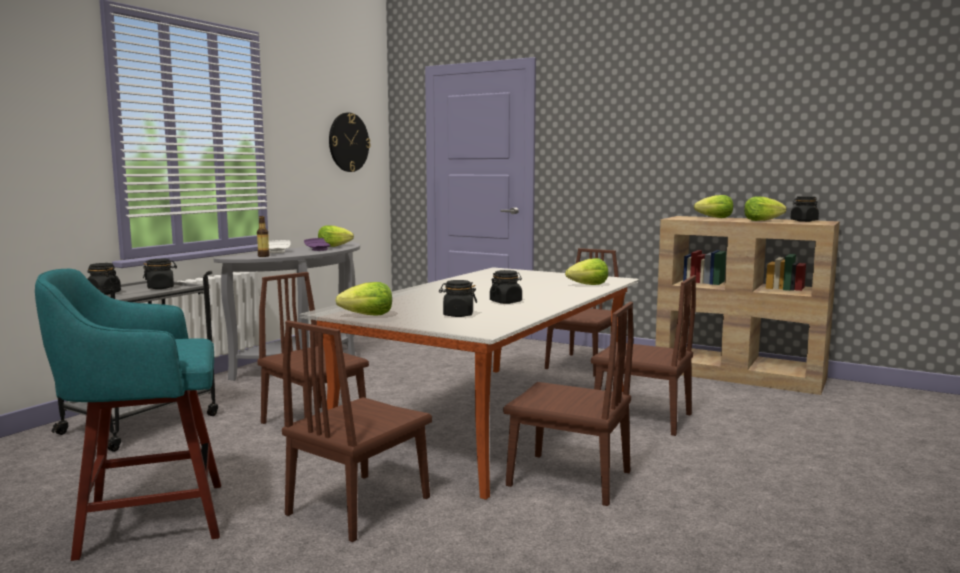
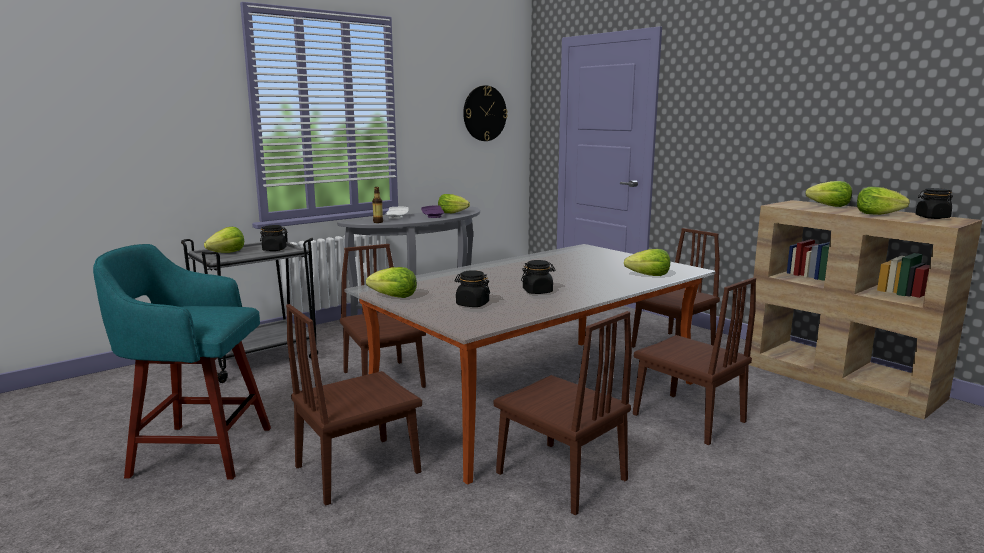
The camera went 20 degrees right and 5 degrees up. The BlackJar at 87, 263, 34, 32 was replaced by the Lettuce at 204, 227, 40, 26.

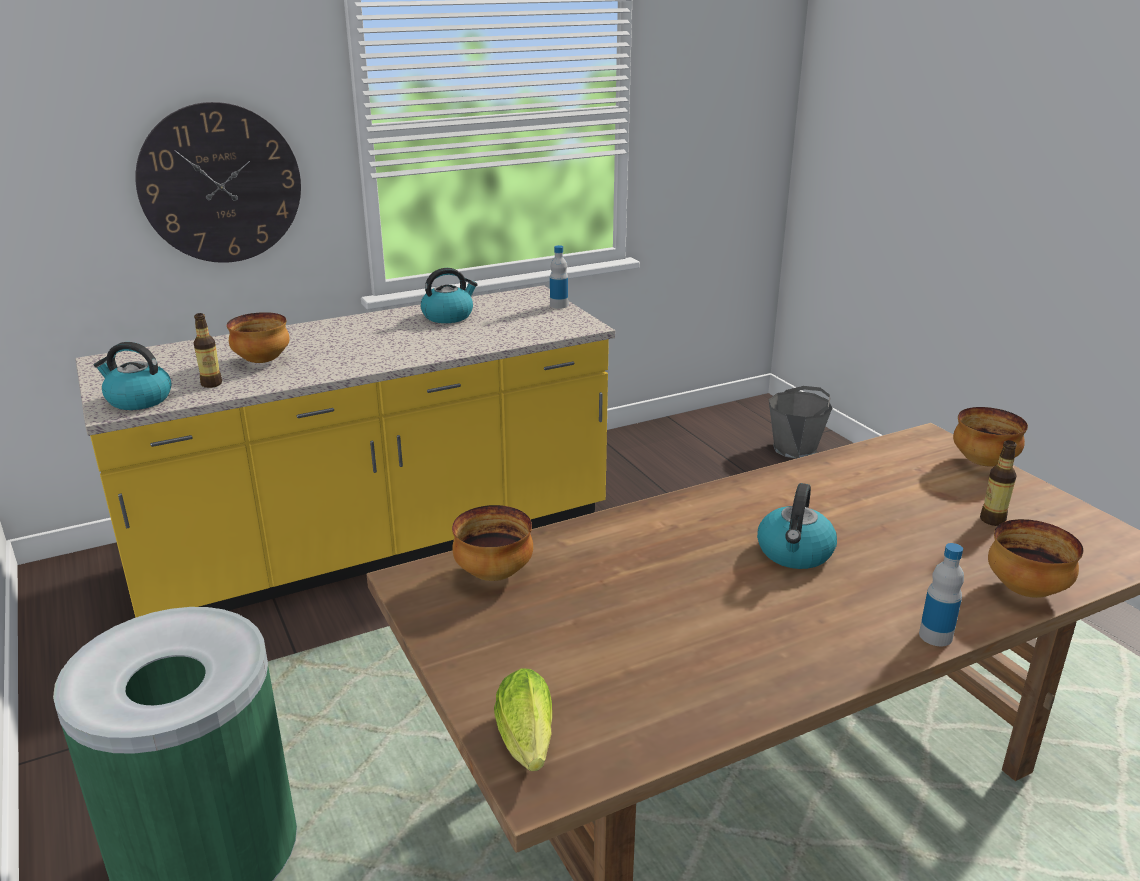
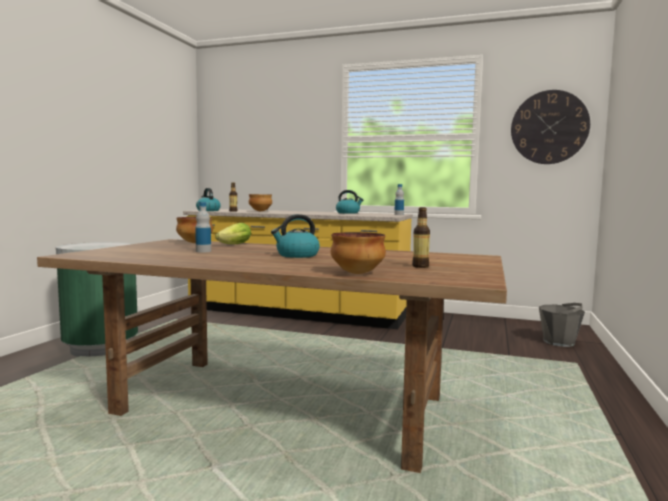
The camera went 45 degrees right and 20 degrees down. The WallClock moved from 135, 102, 166, 161 to 511, 90, 79, 74. The Bowl at 953, 407, 75, 60 disappeared. The Bottle moved from 919, 543, 45, 103 to 195, 202, 16, 51. The Lettuce moved from 494, 668, 58, 103 to 215, 223, 36, 21.

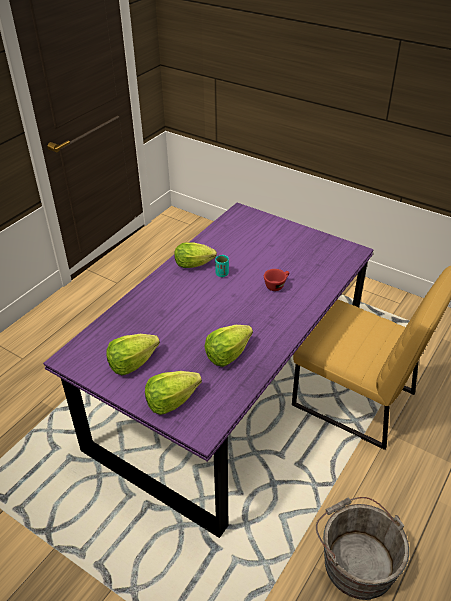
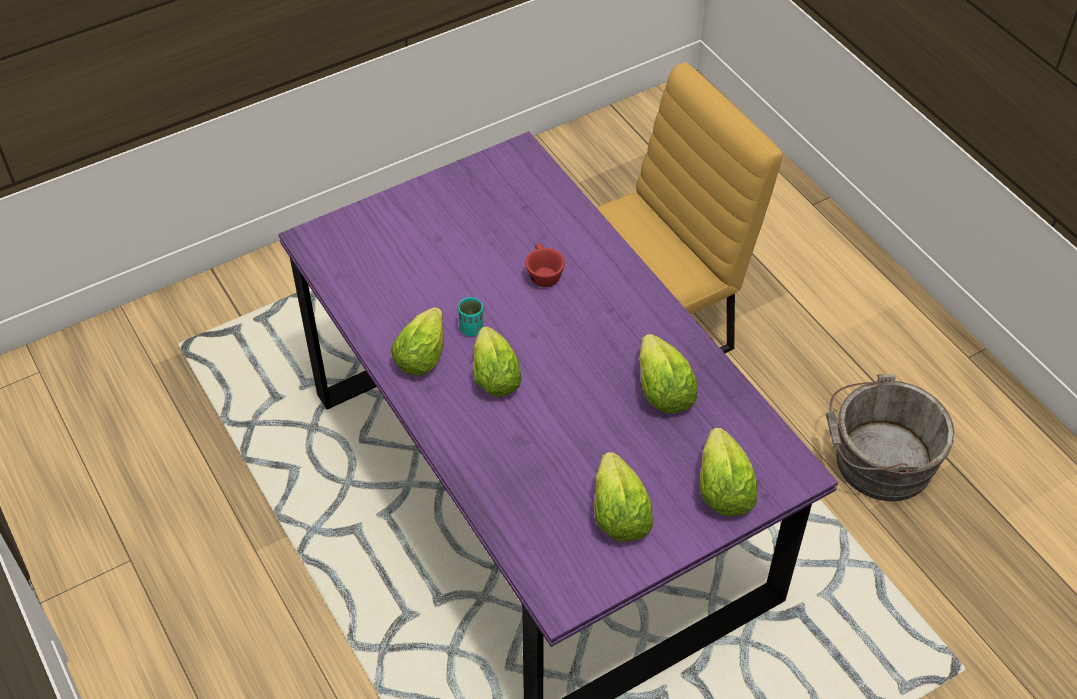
The camera went 65 degrees left and 10 degrees up. The Lettuce at 473, 327, 49, 70 appeared.

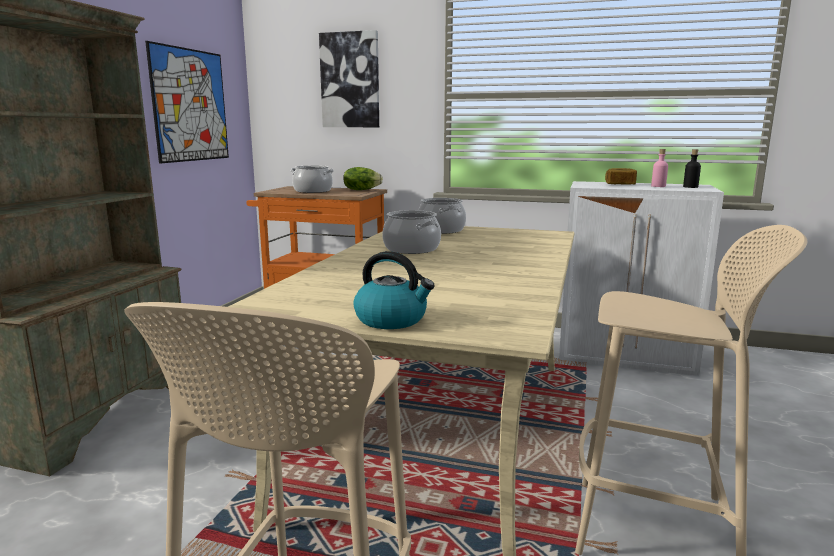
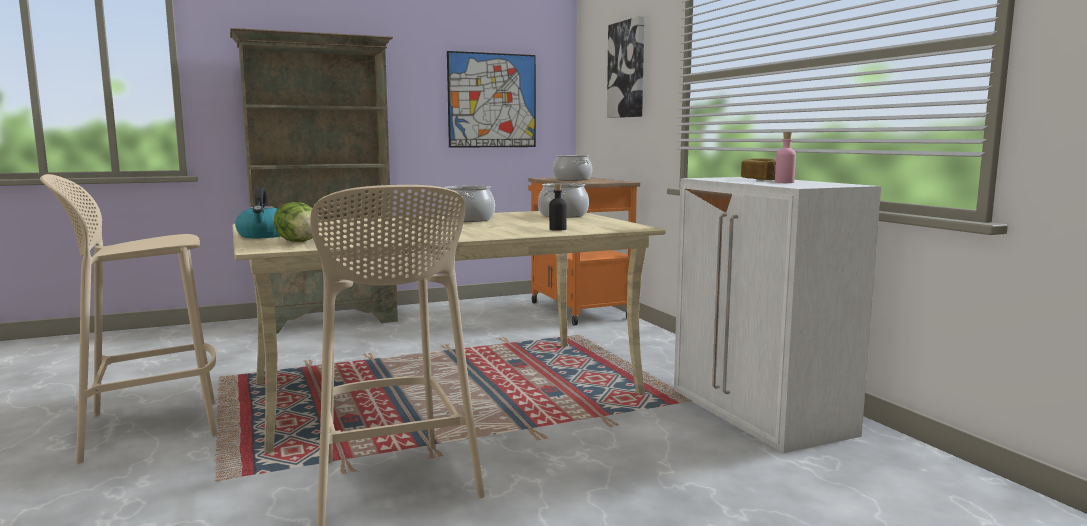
The camera went 50 degrees right and 5 degrees down. The BlackBottle moved from 683, 149, 18, 39 to 549, 184, 18, 47. The Lettuce moved from 343, 167, 40, 23 to 274, 202, 46, 40.

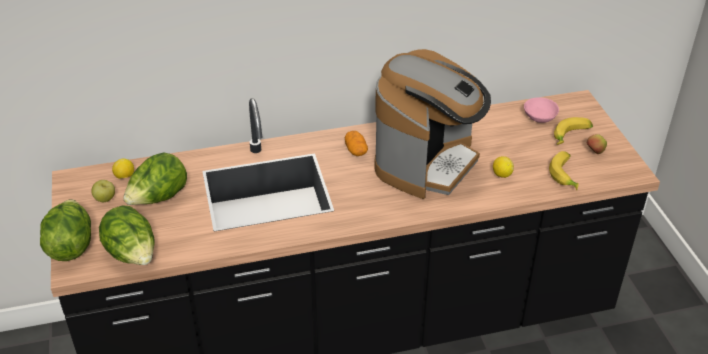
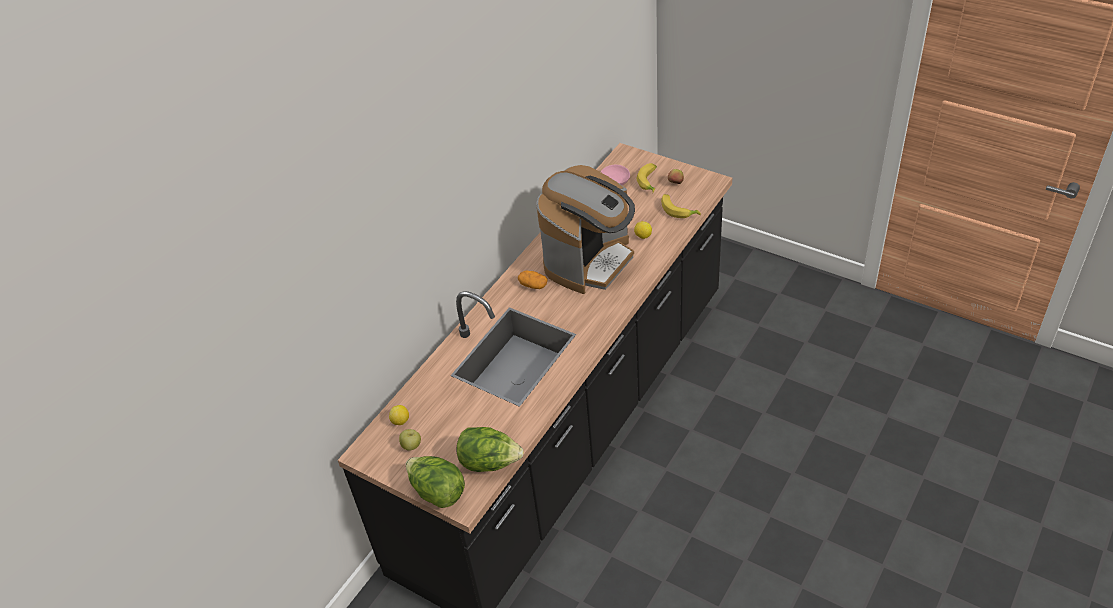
The camera went 40 degrees left and 5 degrees up. The CoffeeMachine at 375, 49, 116, 150 turned 45 degrees clockwise. The Lettuce at 123, 152, 64, 53 disappeared.

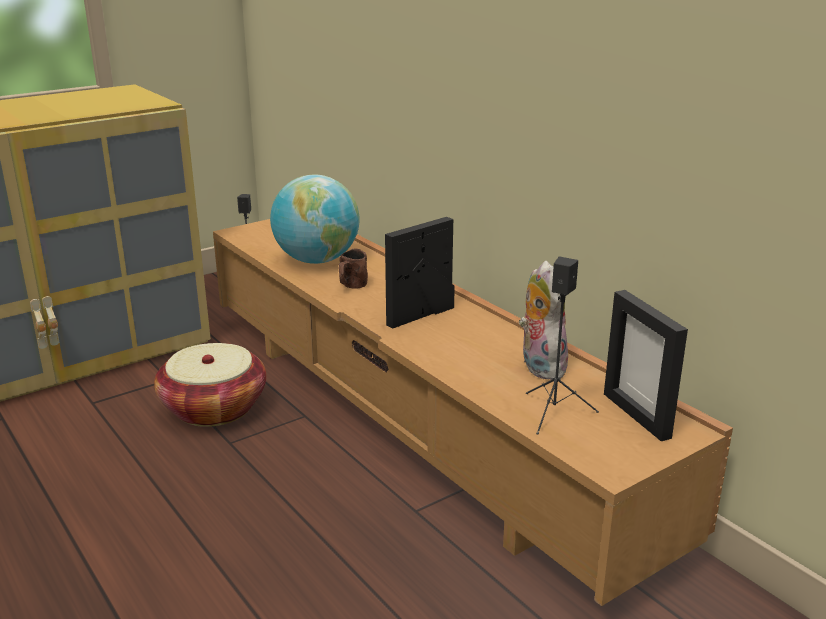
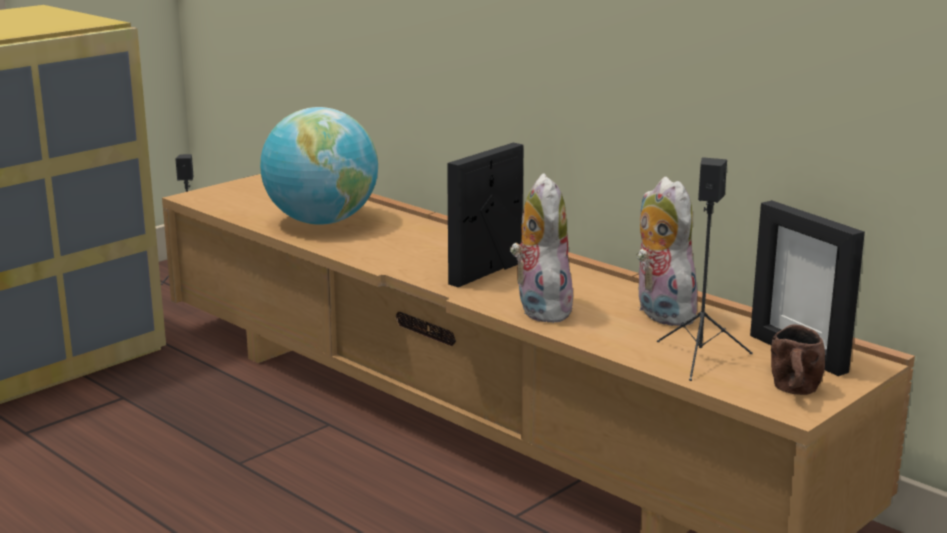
The camera went 10 degrees left and 5 degrees down. The BrownMug moved from 339, 248, 29, 41 to 771, 324, 54, 71. The Basket at 154, 343, 112, 84 disappeared. The PlushToy at 510, 173, 63, 150 appeared.

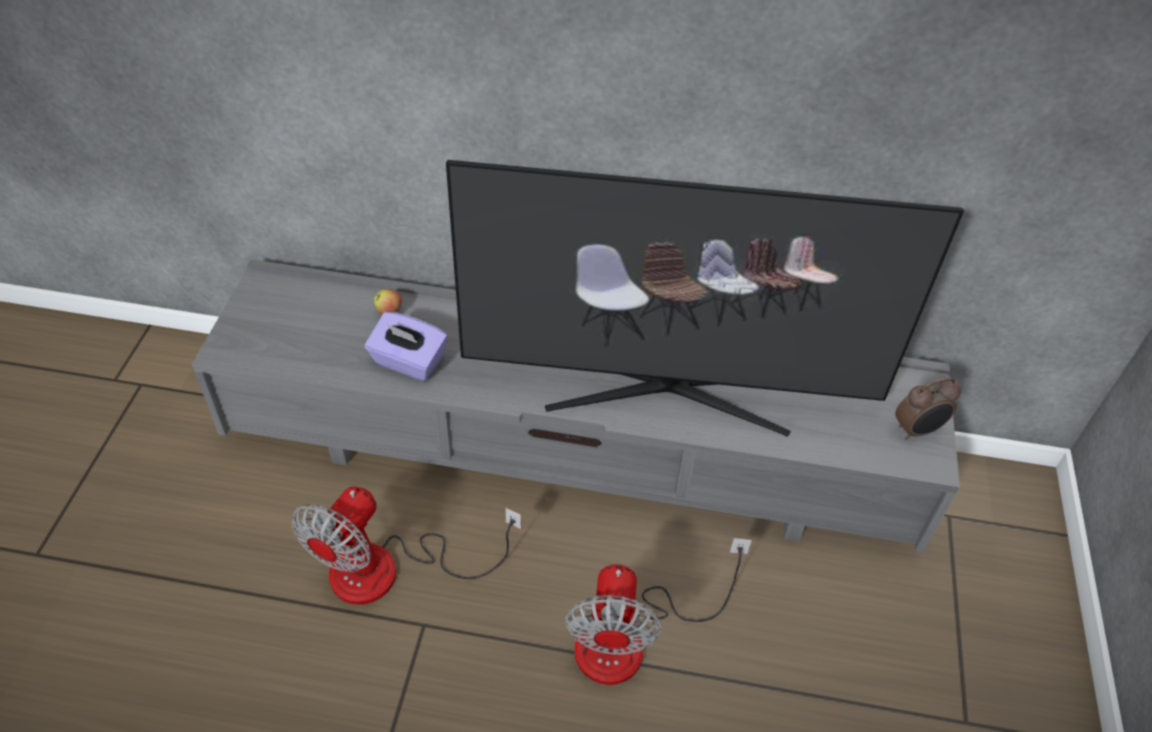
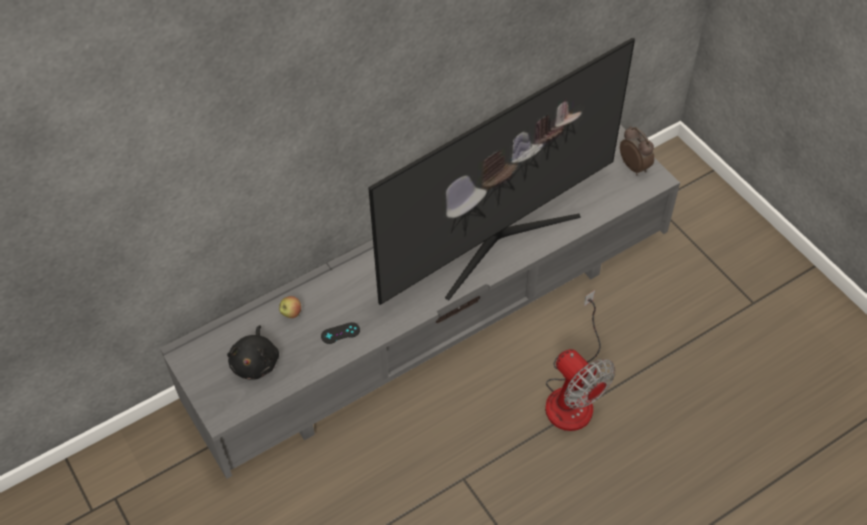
The camera went 40 degrees left and 5 degrees up. The PurpleTissueBox at 365, 312, 83, 69 was replaced by the BlackGameController at 321, 322, 39, 22. The AlarmClock at 895, 377, 66, 63 turned 60 degrees counterclockwise. The Fan at 292, 486, 229, 119 disappeared. The BlackPlushToy at 227, 325, 52, 55 appeared.

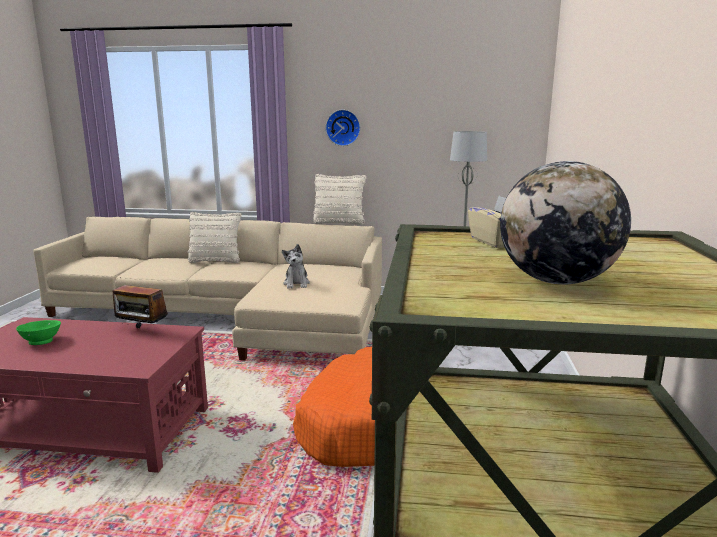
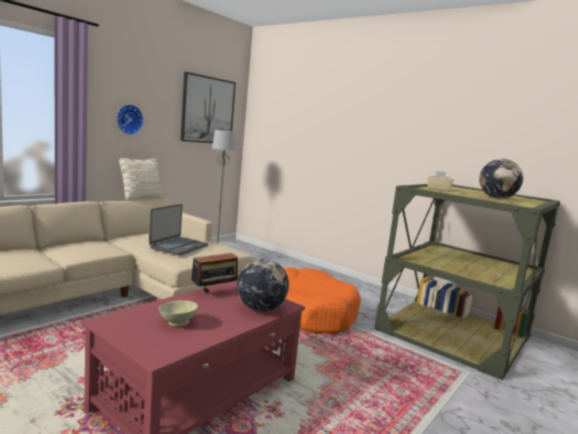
The camera went 60 degrees left and 5 degrees down. The BeigePillow at 188, 212, 54, 51 disappeared. The PlushToy at 282, 244, 28, 45 was replaced by the Laptop at 149, 204, 59, 52. The GreenBowl at 16, 320, 45, 25 became the BeigeBowl at 159, 300, 39, 27. The Picture at 180, 72, 56, 71 appeared. The Globe at 237, 259, 52, 53 appeared.

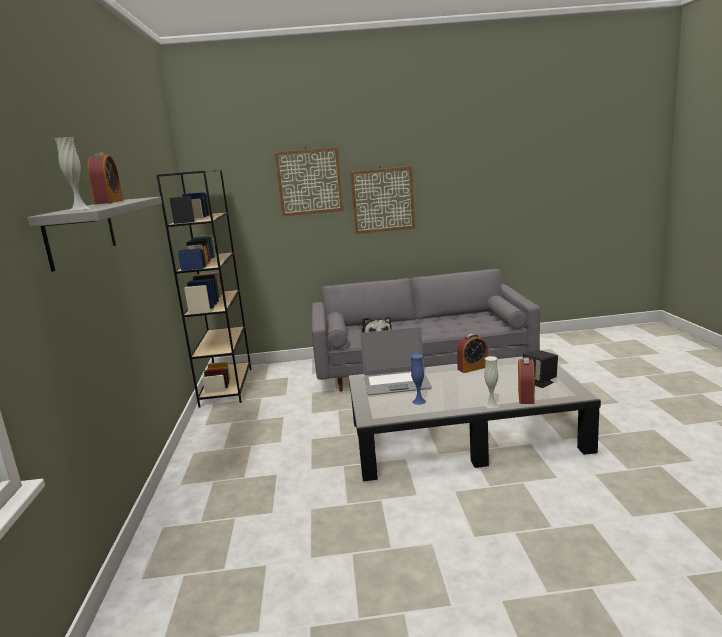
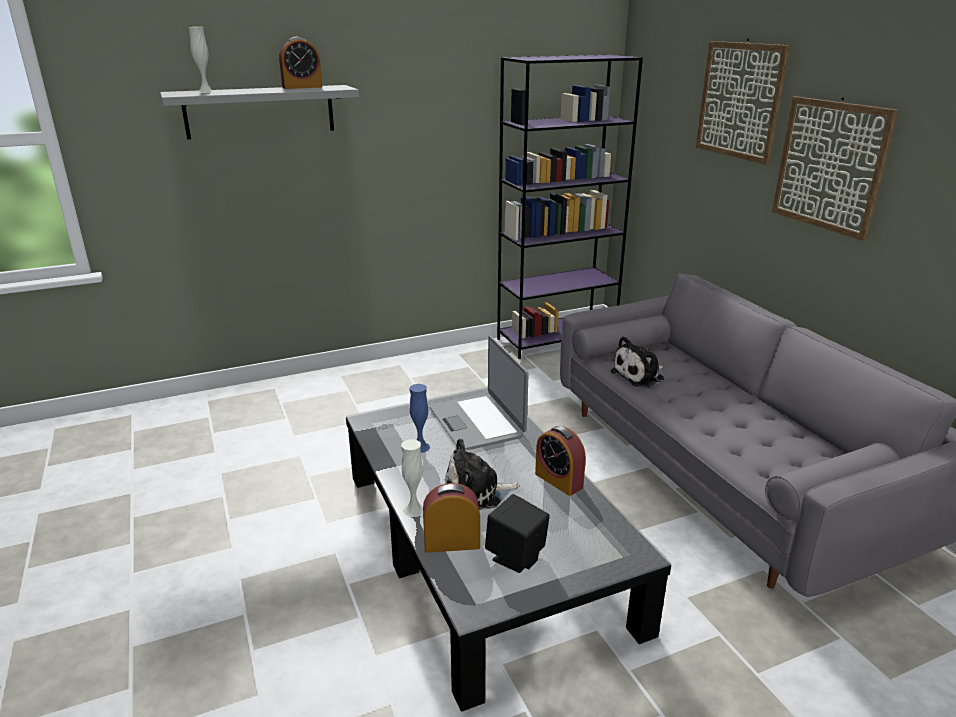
The camera went 70 degrees right and 10 degrees up. The BeigeBookcase at 156, 169, 95, 239 became the PurpleBookcase at 497, 55, 146, 304. The PlushToy at 445, 438, 75, 72 appeared.

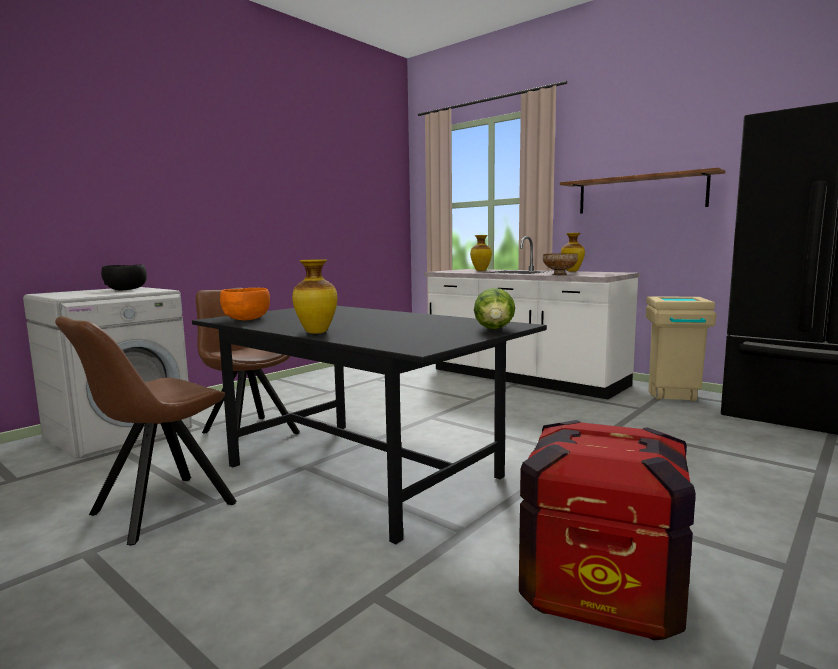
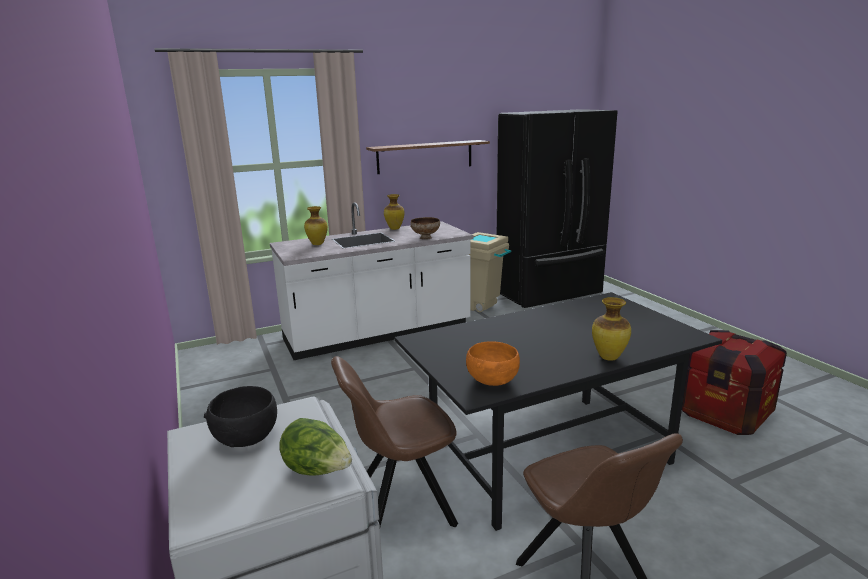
The camera went 65 degrees left and 10 degrees up. The Lettuce moved from 474, 288, 41, 41 to 279, 418, 73, 58.

